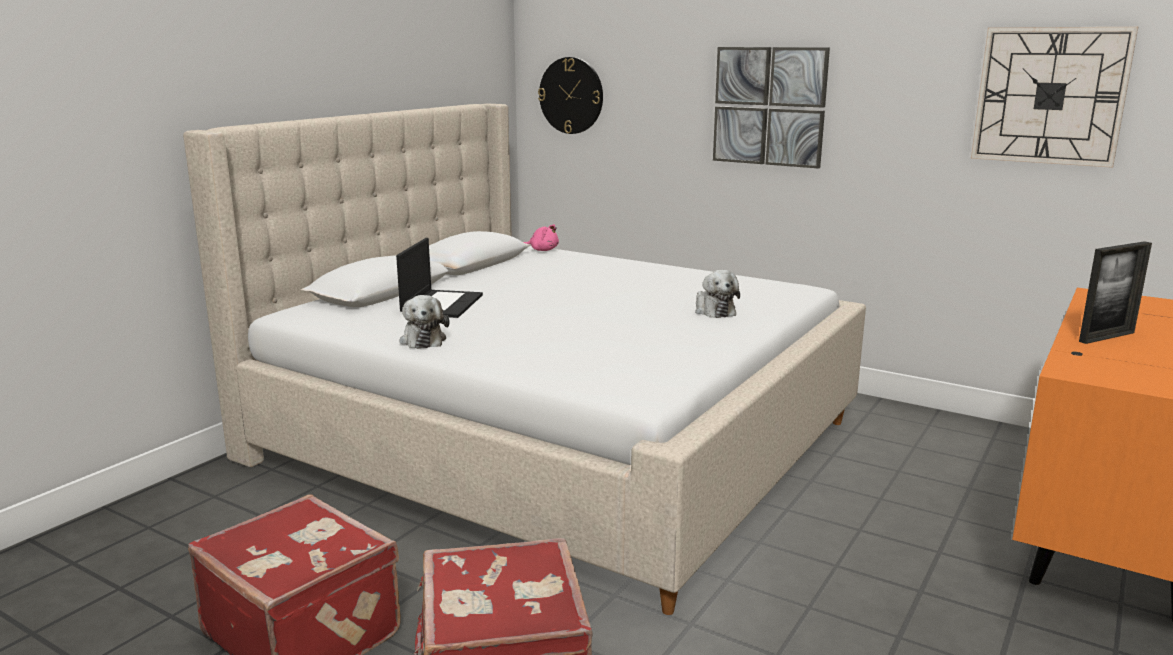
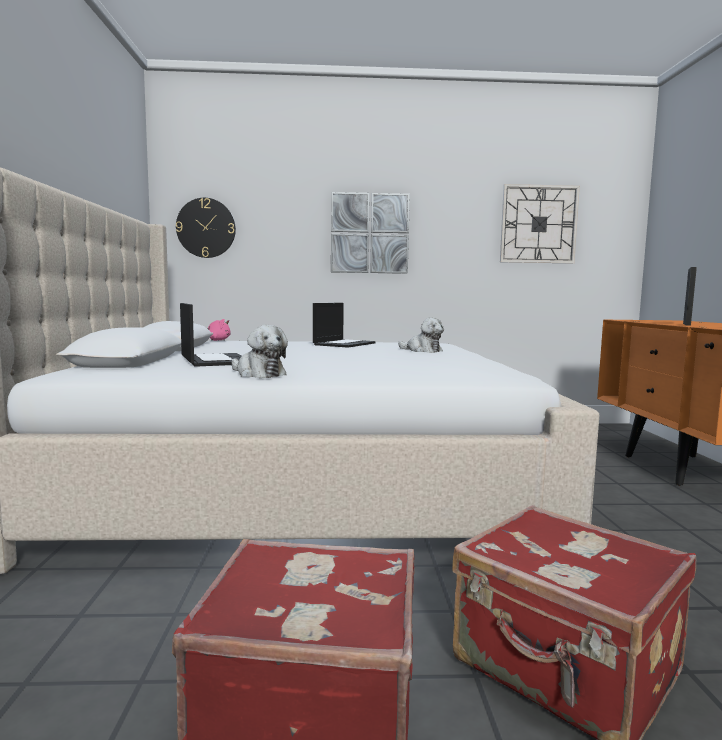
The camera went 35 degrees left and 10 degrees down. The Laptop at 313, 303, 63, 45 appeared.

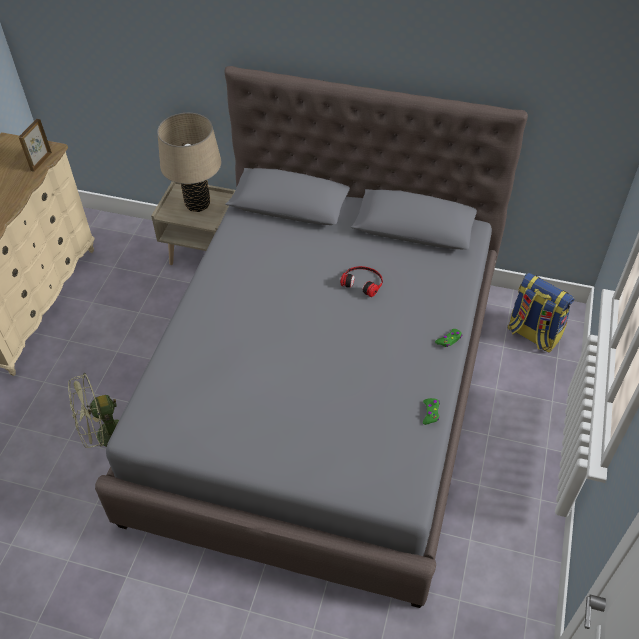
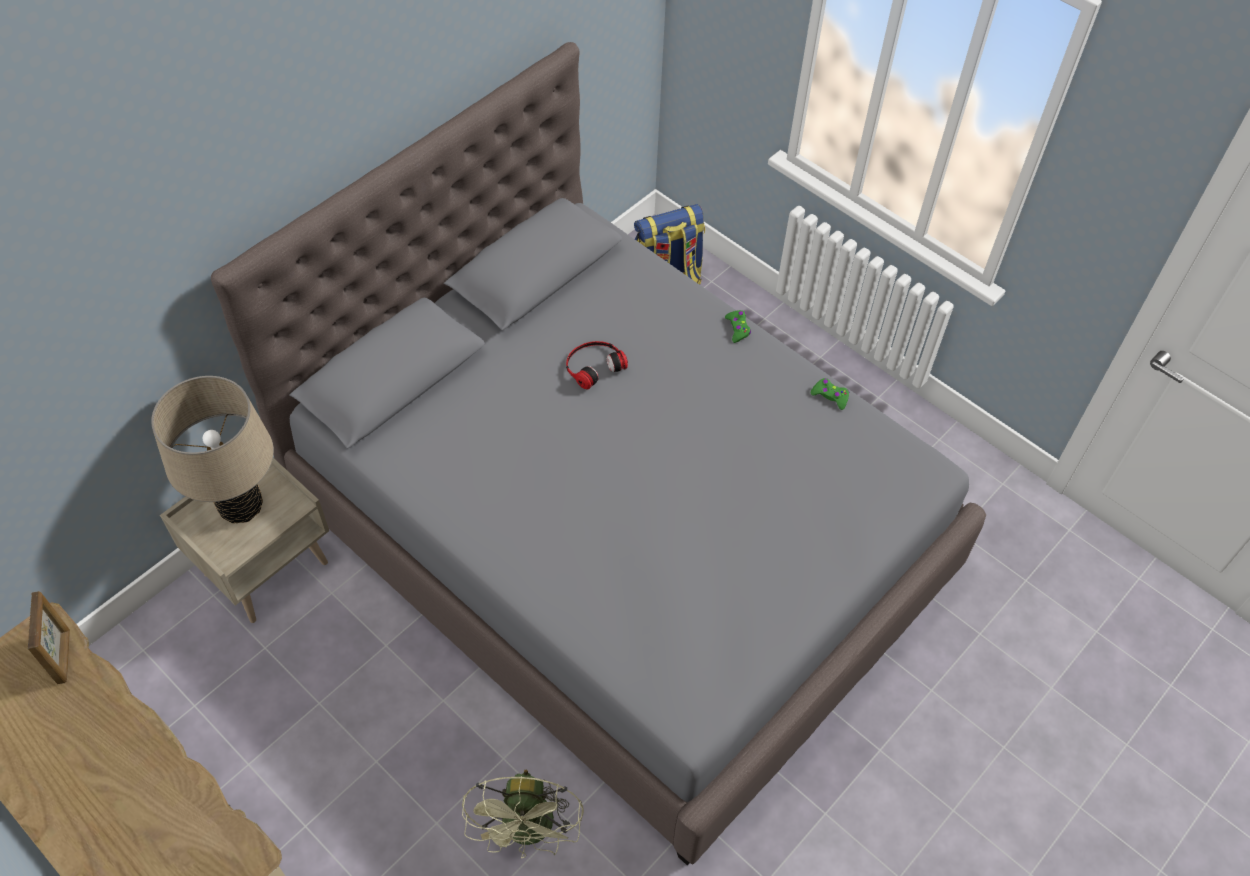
The camera went 65 degrees left and 5 degrees up. The PictureFrame at 19, 119, 33, 53 turned 150 degrees counterclockwise.

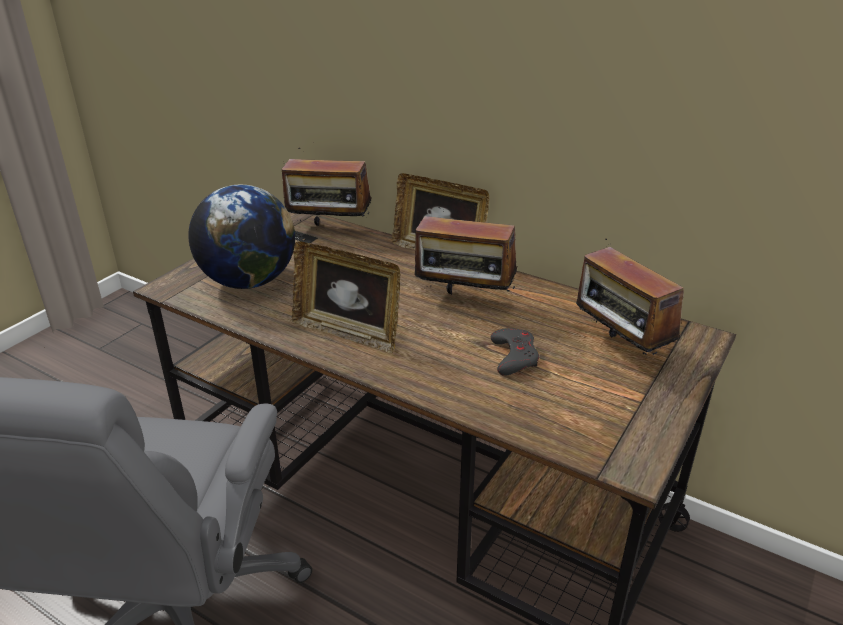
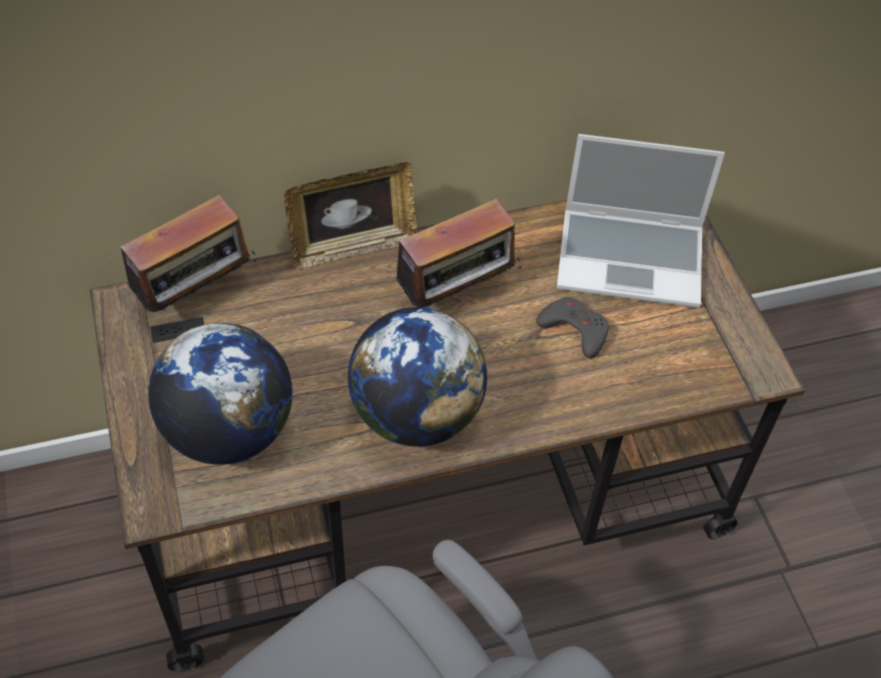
The camera went 50 degrees left and 20 degrees up. The Radio at 576, 239, 108, 116 was replaced by the Laptop at 557, 134, 168, 174. The PictureFrame at 292, 242, 108, 112 was replaced by the Globe at 348, 307, 139, 140.

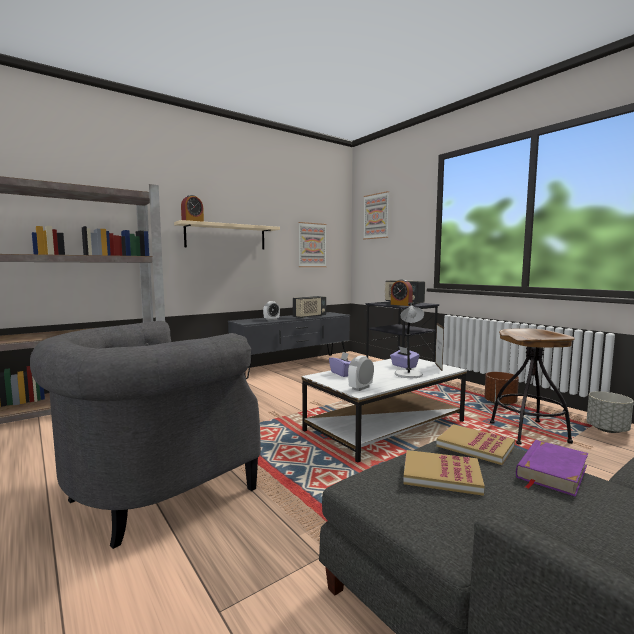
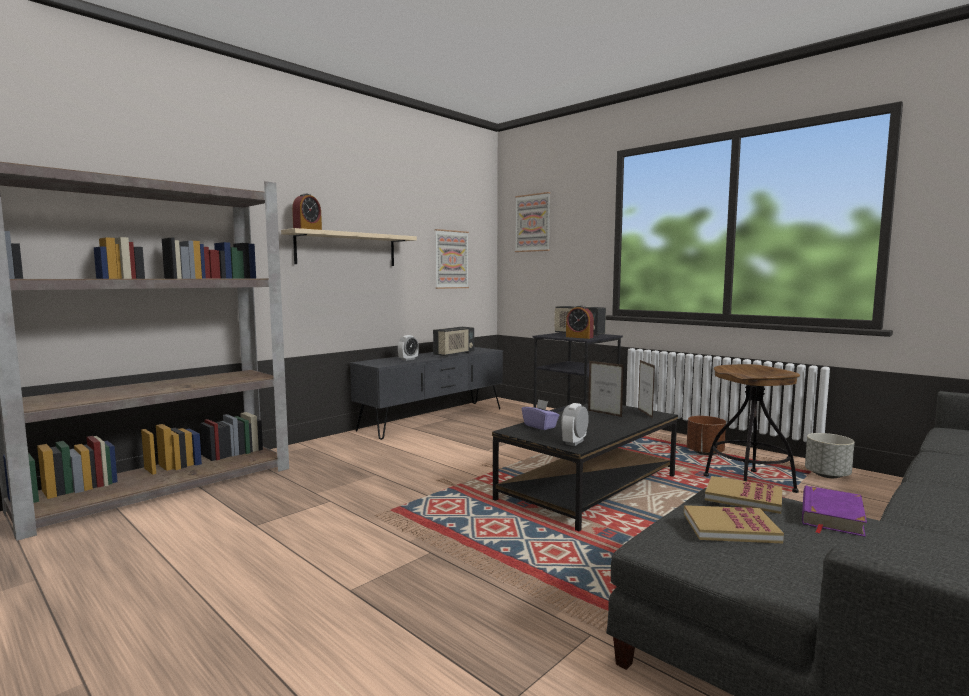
The camera went 10 degrees left and 0 degrees up. The GreyTableLamp at 395, 303, 29, 75 disappeared. The GreyArmchair at 30, 321, 231, 228 disappeared. The PurpleTissueBox at 390, 346, 30, 22 was replaced by the PictureFrame at 588, 361, 36, 56. The WhiteCoffeeTable at 302, 359, 165, 103 became the BlackCoffeeTable at 492, 404, 186, 127.

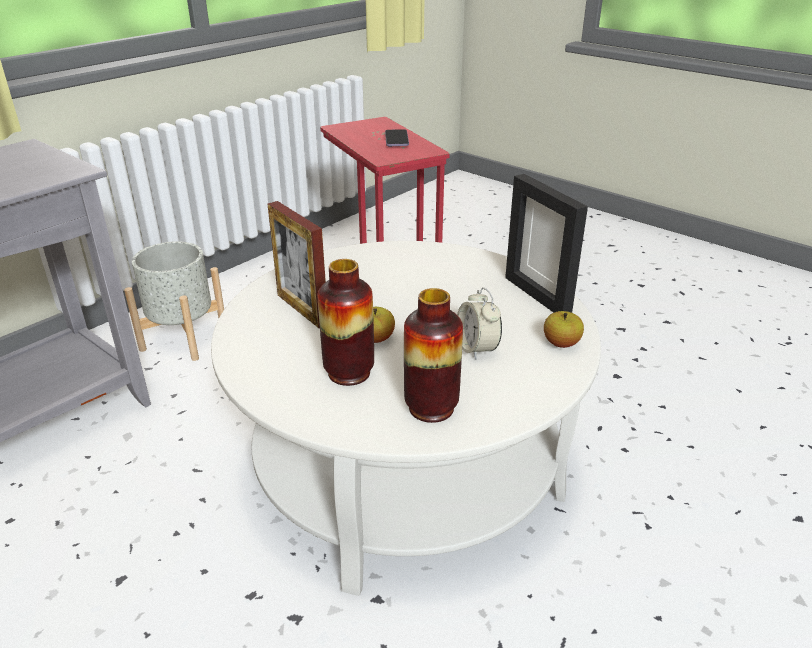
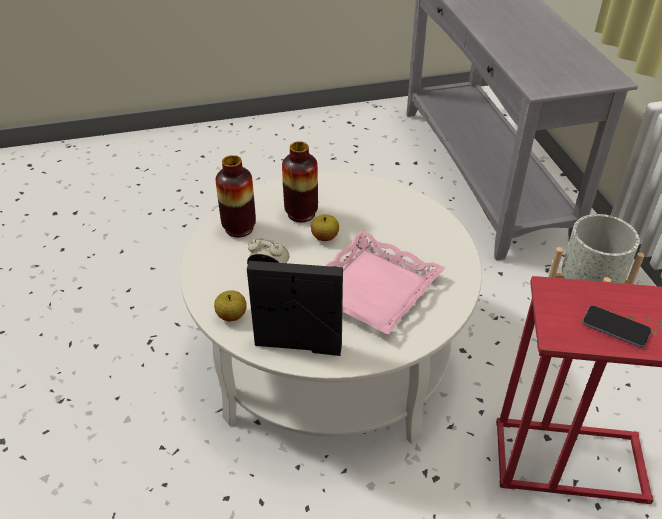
The camera went 125 degrees right and 10 degrees up. The PictureFrame at 267, 201, 59, 127 disappeared. The PinkTray at 325, 230, 120, 105 appeared.

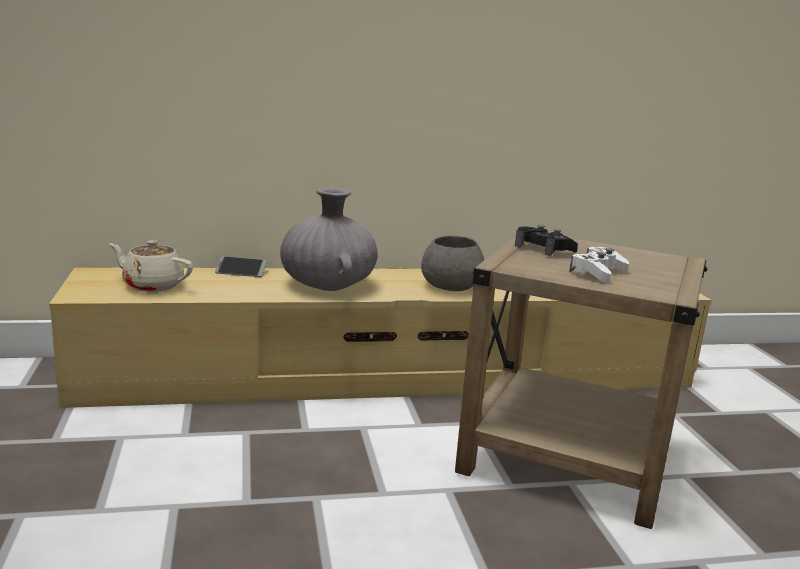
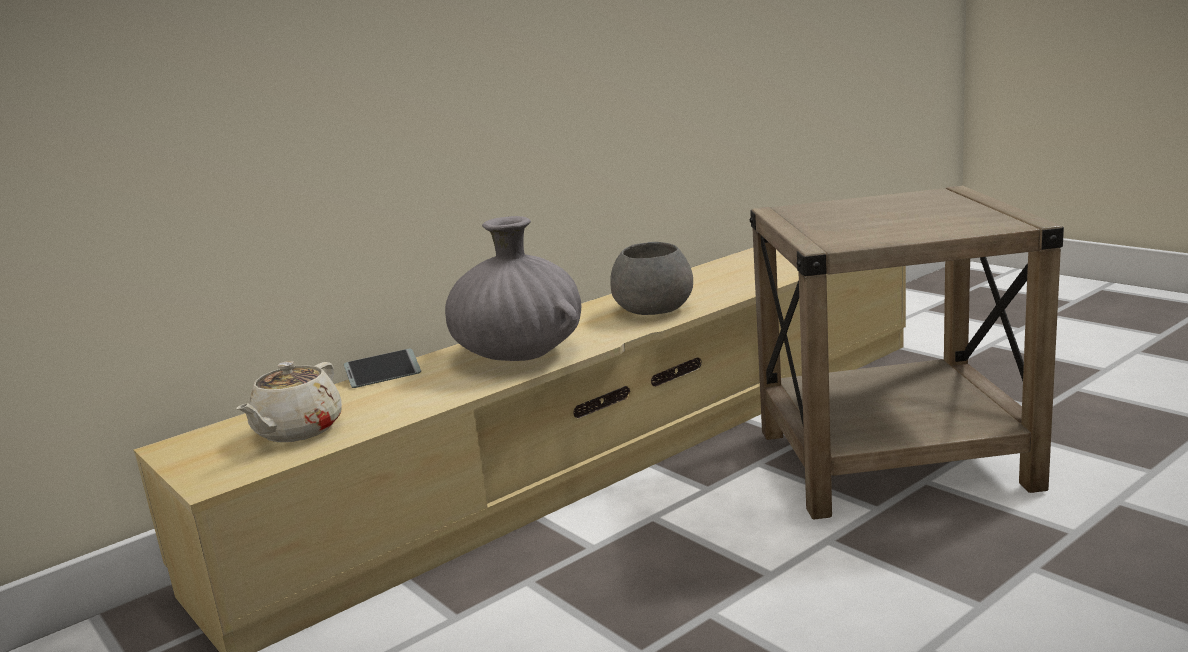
The camera went 25 degrees left and 0 degrees up. The BlackGameController at 515, 225, 63, 32 disappeared. The BeigeTeapot at 109, 240, 84, 52 turned 60 degrees counterclockwise. The WhiteGameController at 569, 247, 60, 37 disappeared.

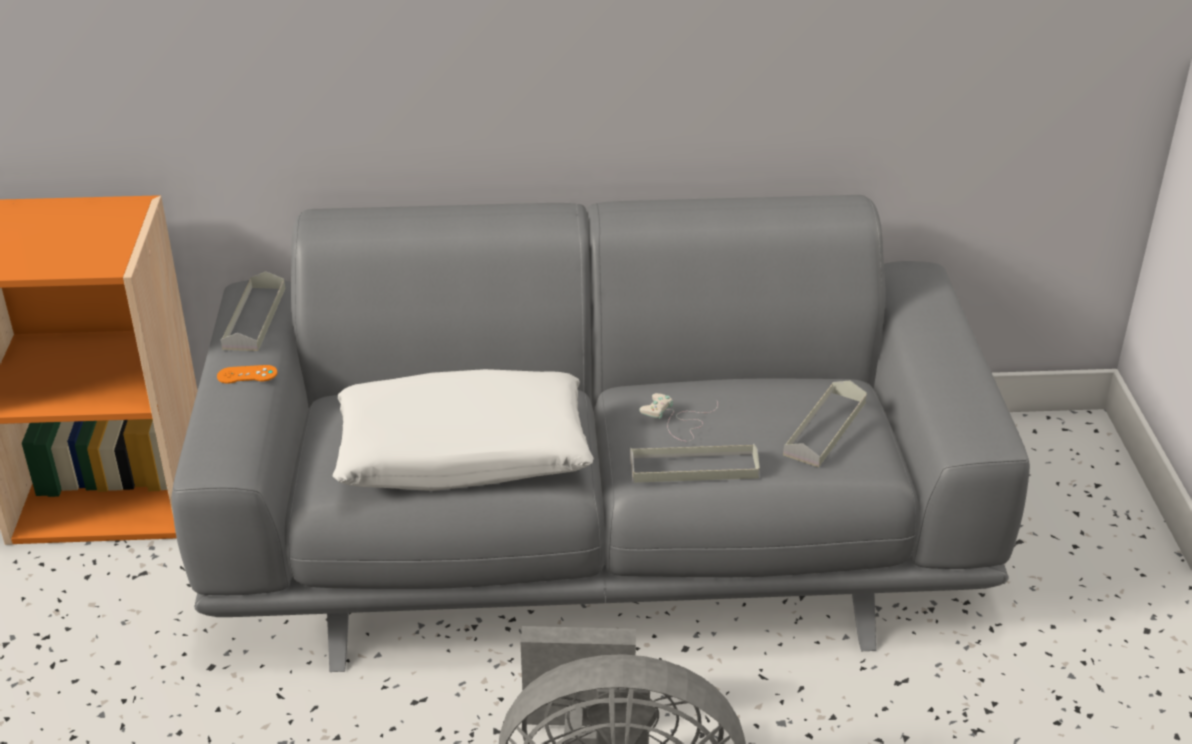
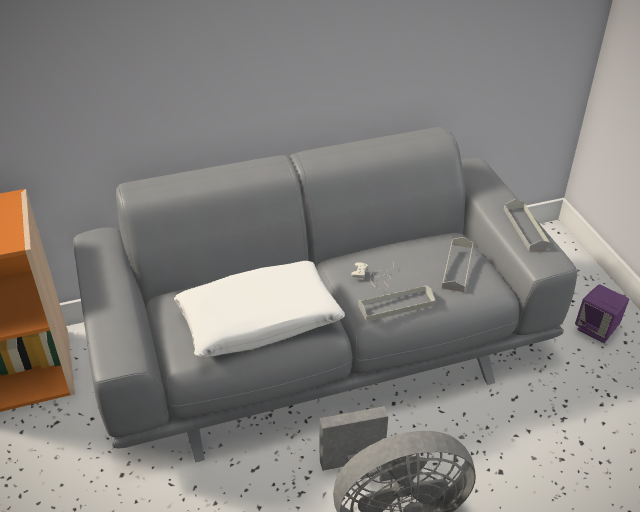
The camera went 15 degrees left and 5 degrees up. The GreyTray moved from 221, 271, 64, 80 to 504, 199, 47, 52. The OrangeGameController at 217, 365, 60, 19 disappeared. The PurpleSpeaker at 575, 284, 54, 59 appeared.

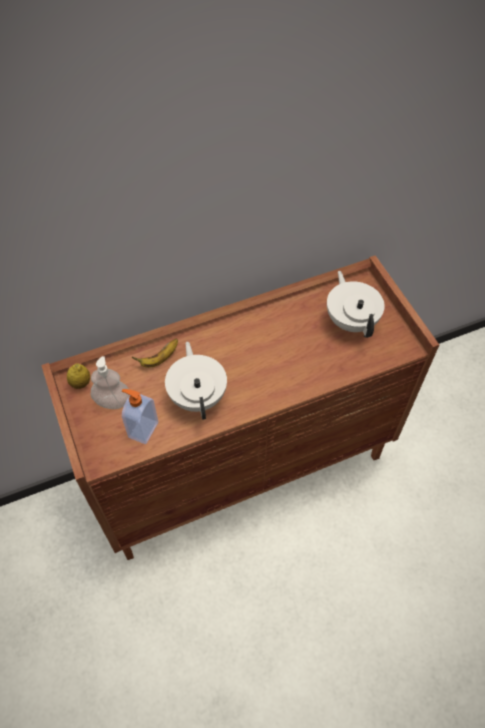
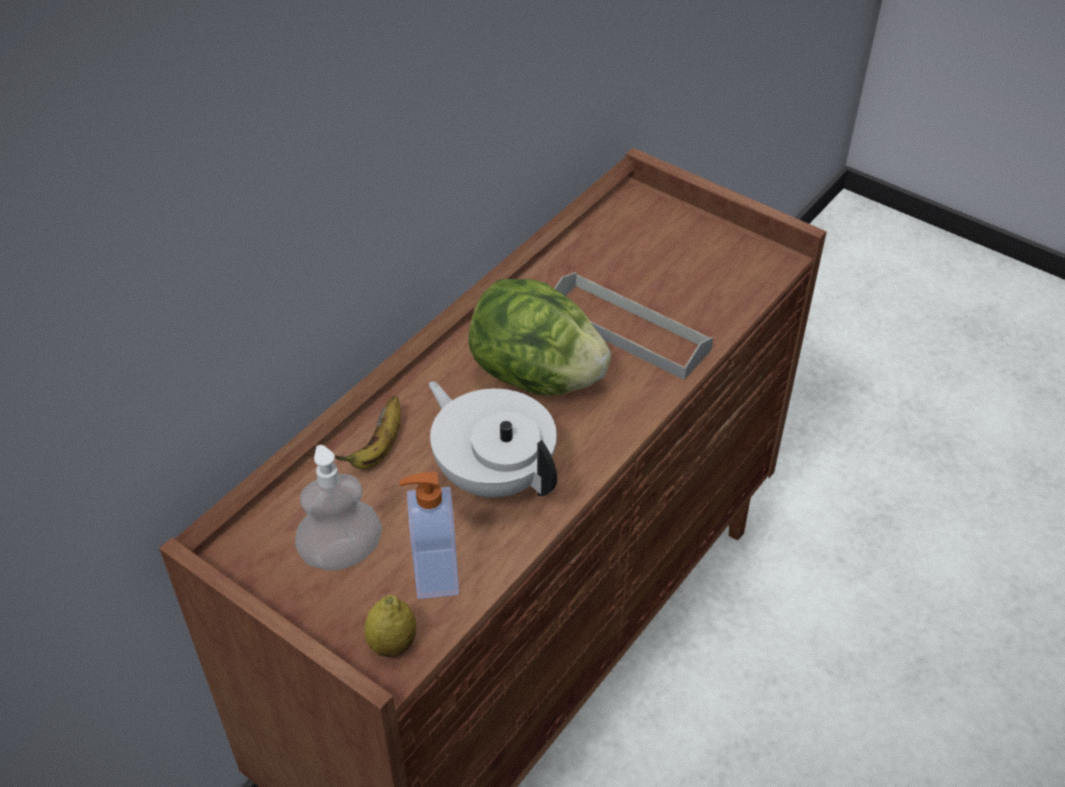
The camera went 30 degrees left and 10 degrees down. The WhiteTeapot at 327, 271, 58, 67 disappeared. The Lemon moved from 67, 364, 23, 25 to 364, 595, 52, 62. The GreyTray at 554, 272, 159, 108 appeared. The Lettuce at 468, 279, 143, 117 appeared.

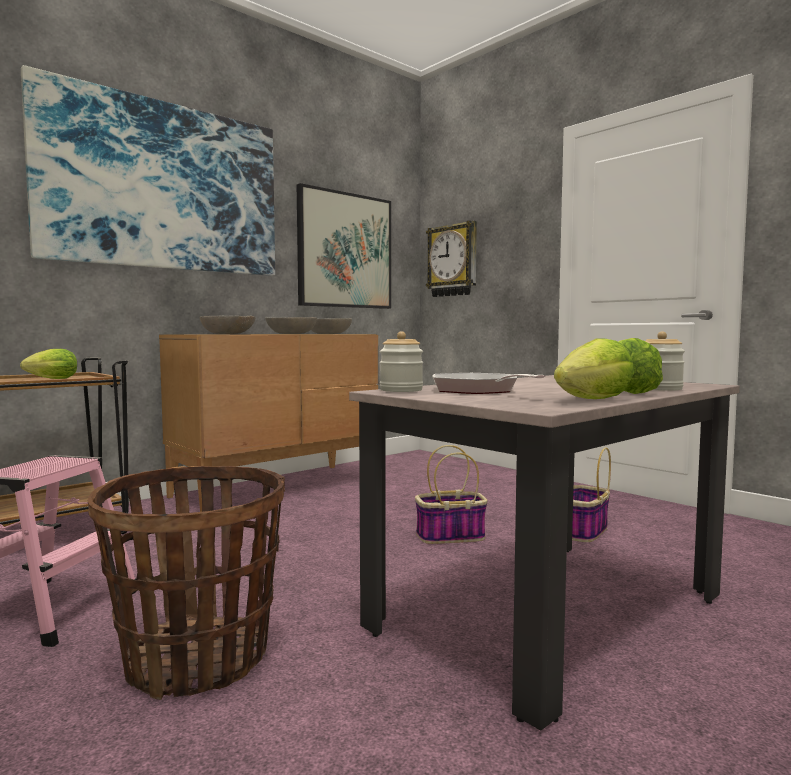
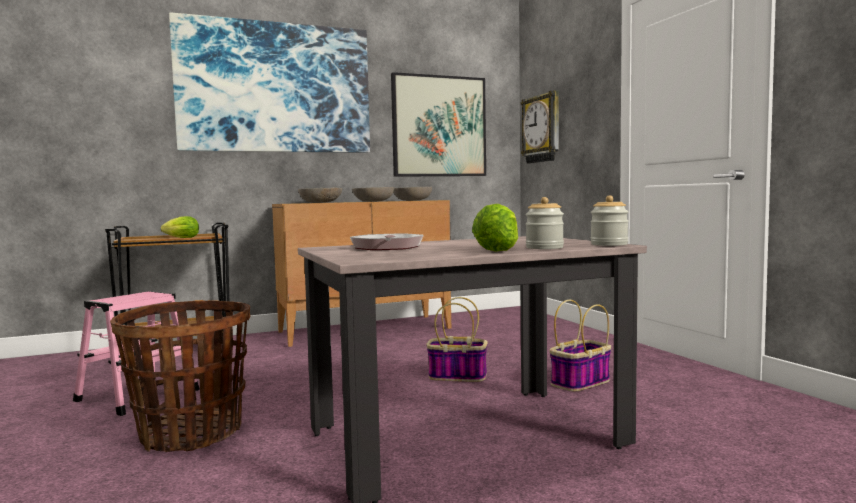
The camera went 20 degrees right and 0 degrees up. The Jar moved from 380, 331, 43, 61 to 591, 195, 37, 51. The Lettuce at 554, 338, 80, 61 disappeared.

